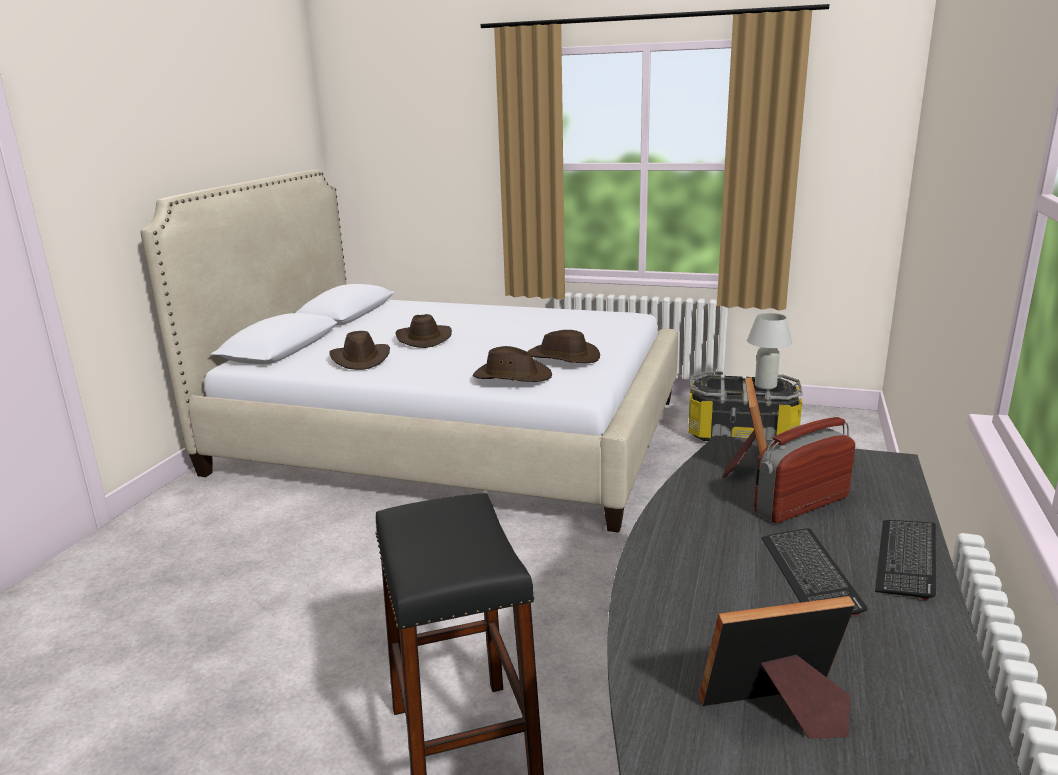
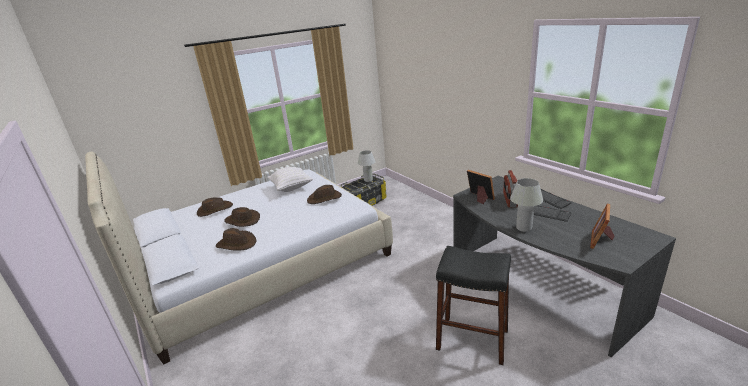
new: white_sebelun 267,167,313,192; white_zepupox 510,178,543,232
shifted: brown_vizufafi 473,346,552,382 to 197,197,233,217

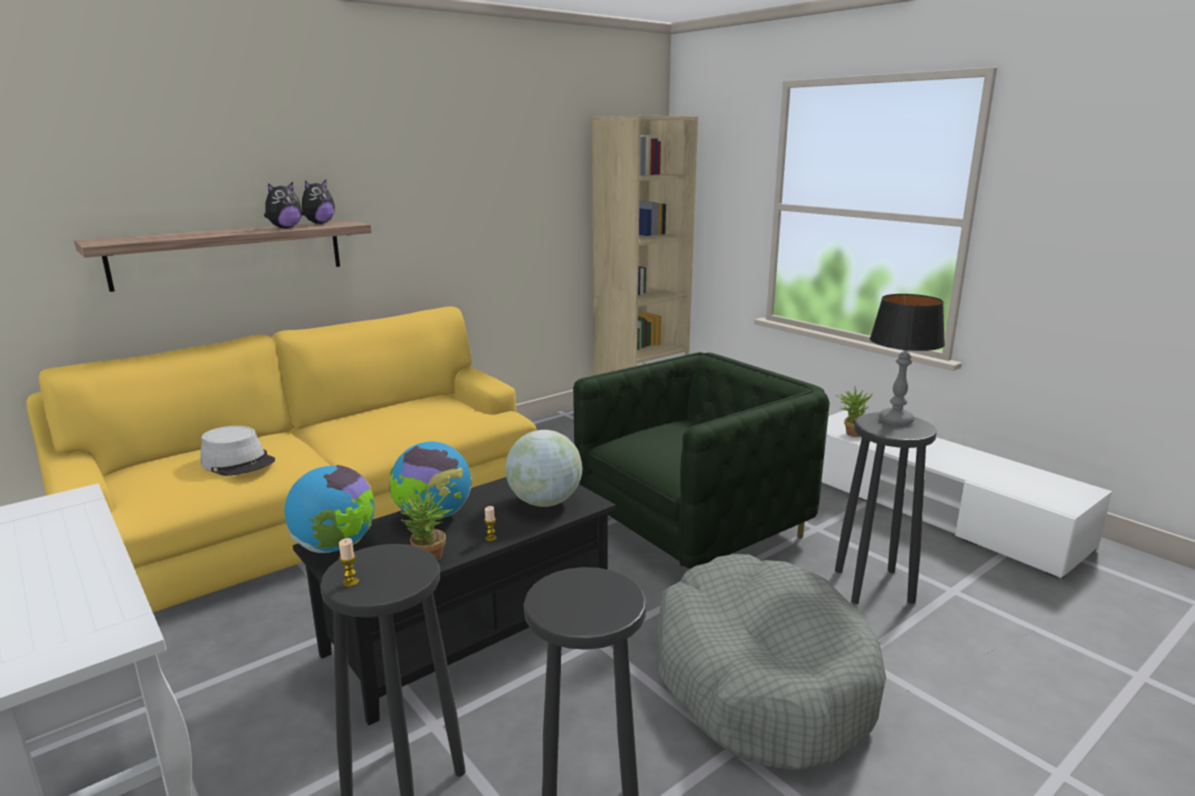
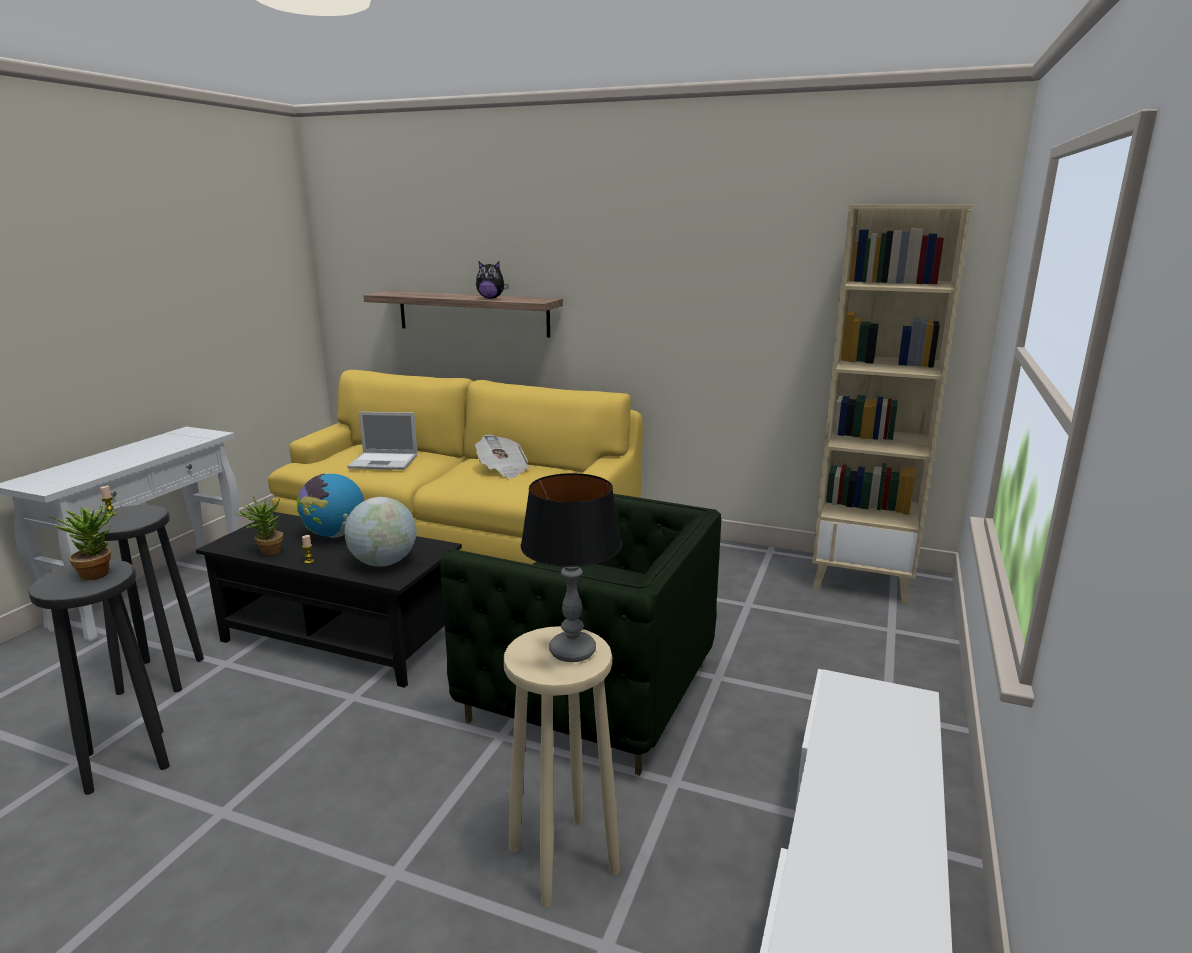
gone: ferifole 284,465,375,553; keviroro 302,180,335,224; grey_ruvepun 657,554,886,771
new: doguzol 475,434,530,479
shifted: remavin 836,387,872,437 to 48,504,115,580
swapped: grey_vizufafi 200,426,275,476 to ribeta 347,412,418,470
repainted: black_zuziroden 835,412,937,604 to beige_zuziroden 504,626,620,907

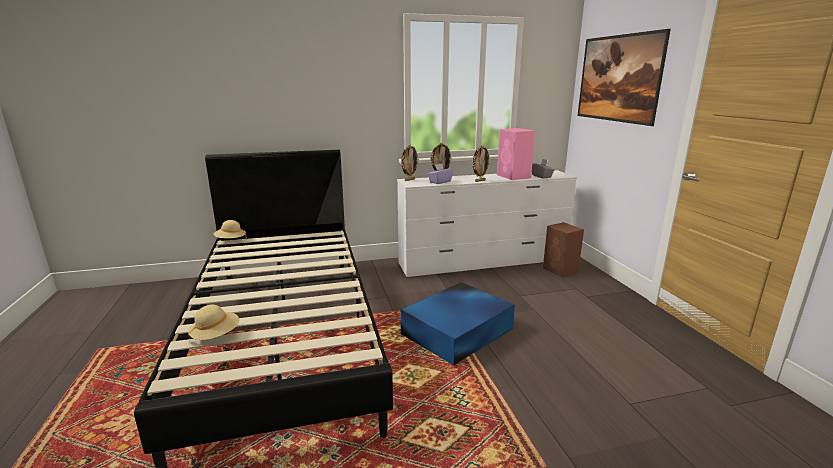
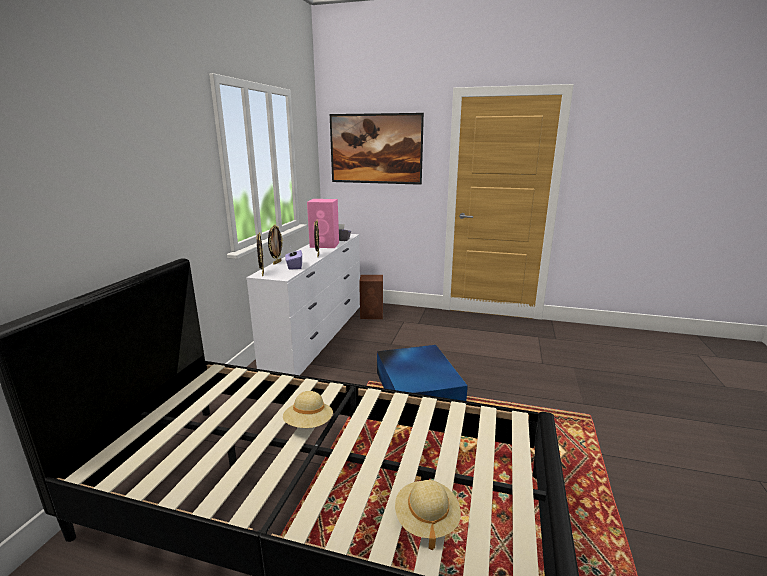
shifted: beige_vizufafi 214,220,247,240 to 283,391,333,428

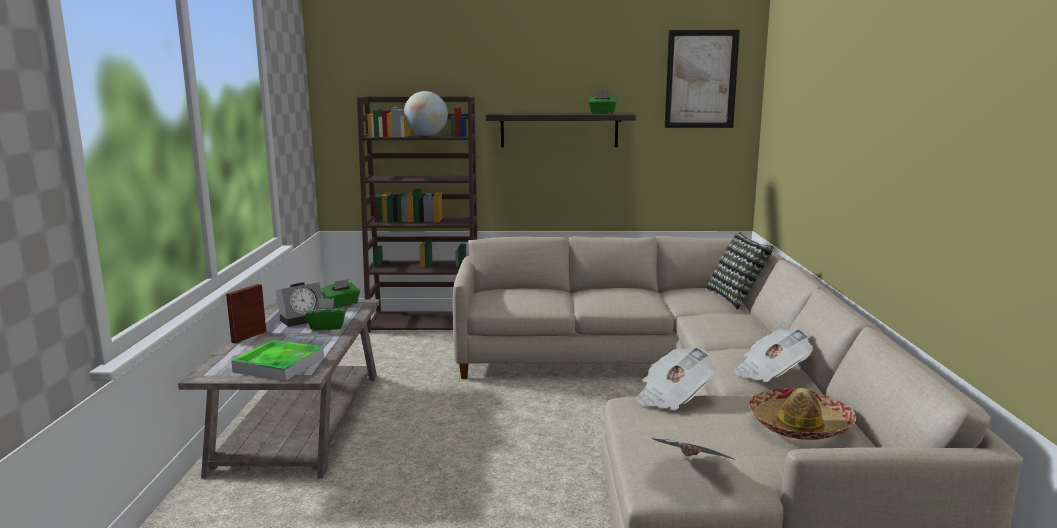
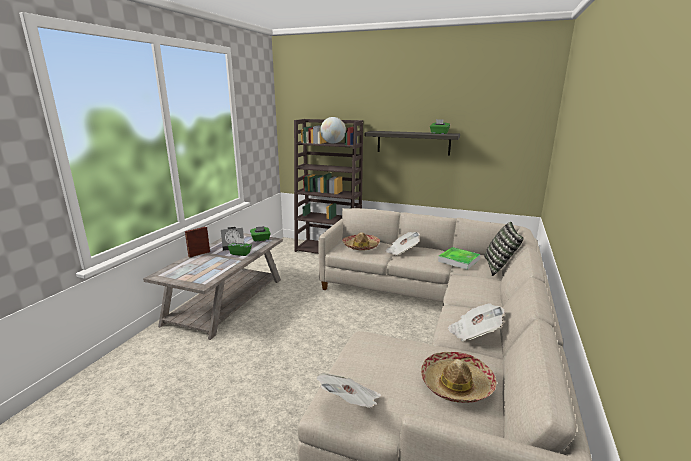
gone: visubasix 665,30,740,128
new: vizufafi 342,232,380,251
shifted: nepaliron 231,340,324,381 to 438,247,481,270; doguzol 636,347,717,410 to 385,232,420,255

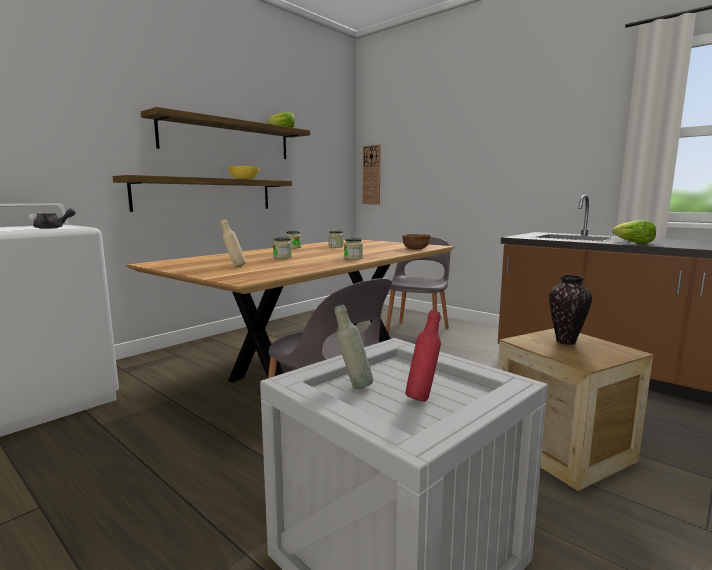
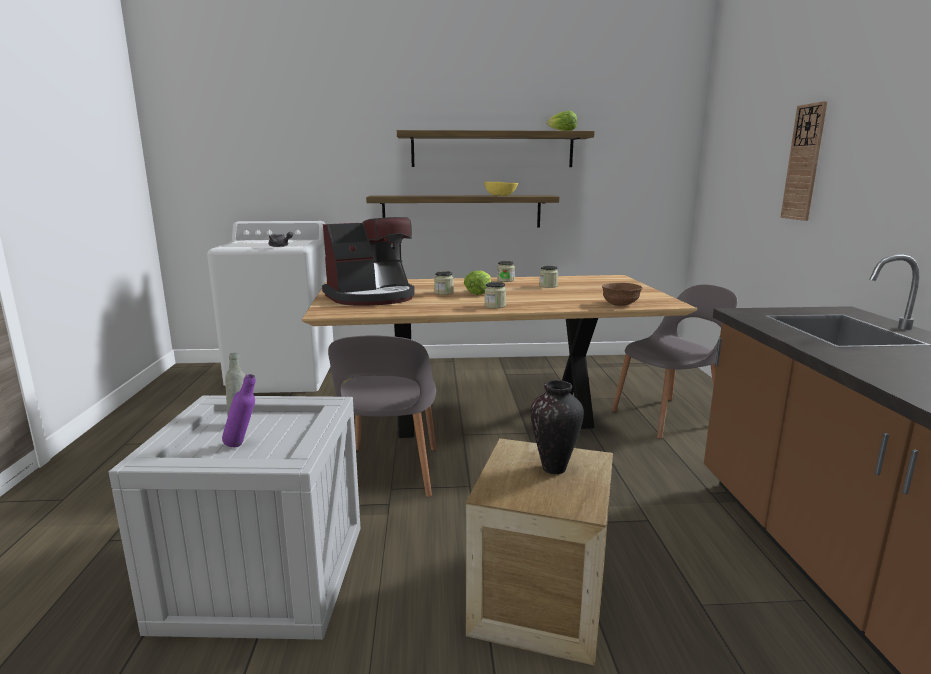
shifted: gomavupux 363,144,381,204 to 780,101,828,221; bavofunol 612,220,656,244 to 464,271,491,295
swapped: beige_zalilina 221,219,246,267 to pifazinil 322,217,415,306
repainted: red_zalilina 405,310,441,402 to purple_zalilina 222,374,256,447

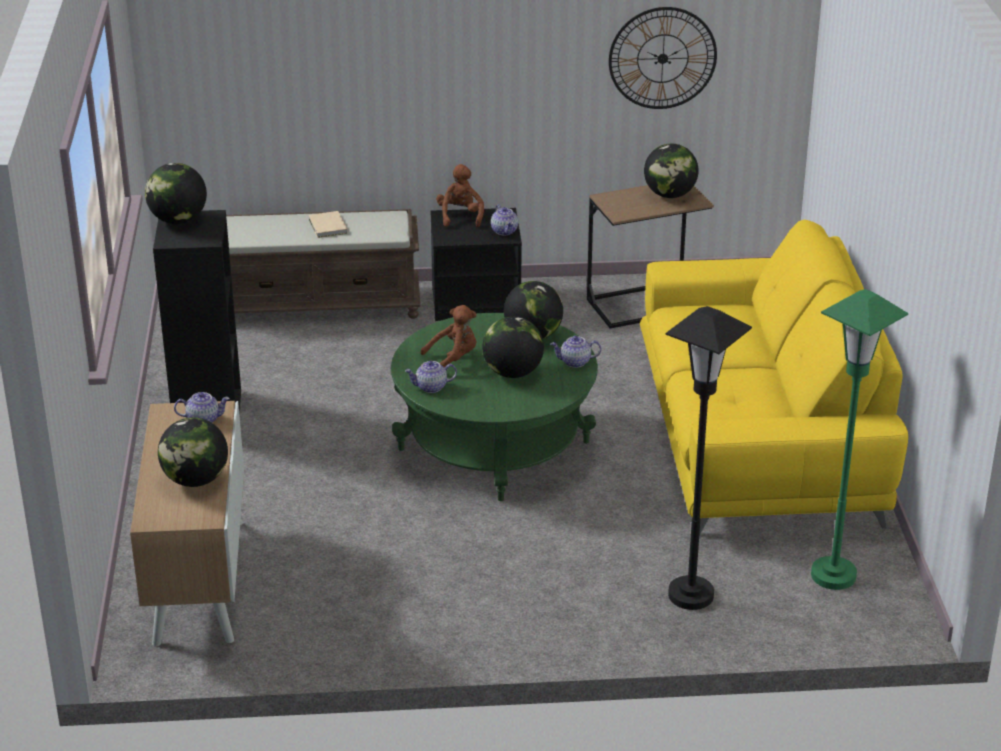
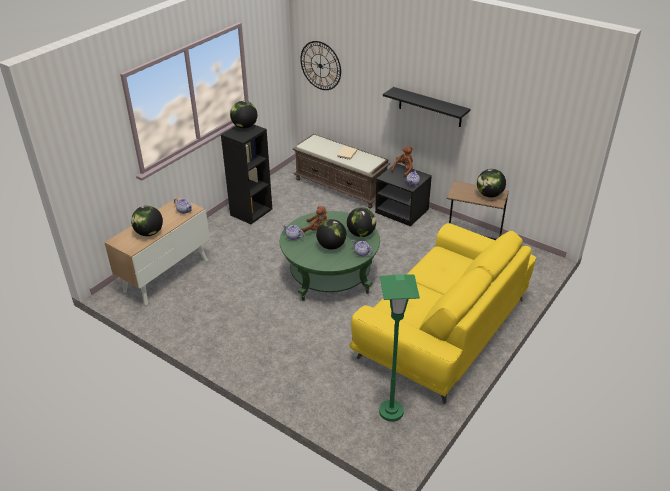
gone: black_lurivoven 666,306,752,610
new: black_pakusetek 383,87,471,127
shifted: gomavupux 609,7,717,109 to 300,41,341,90

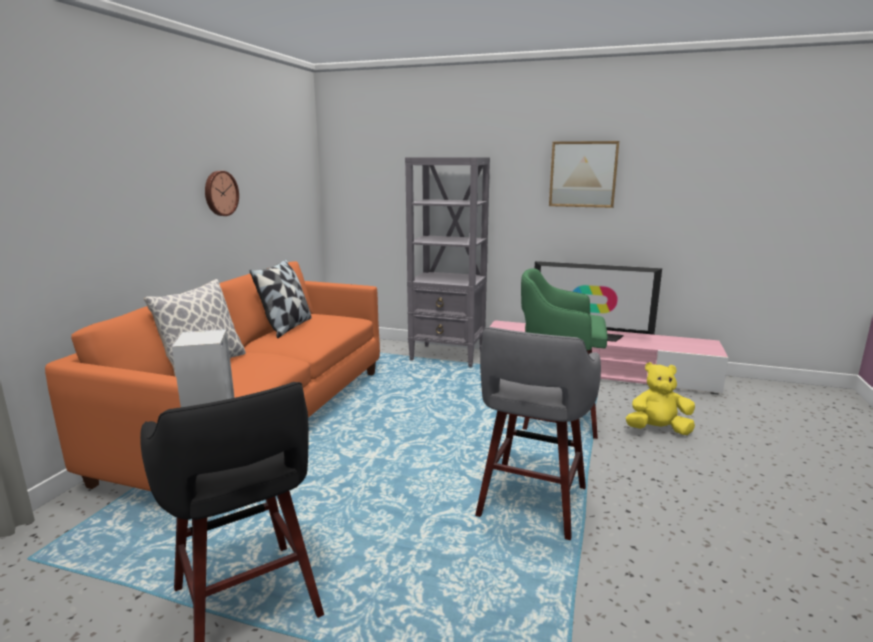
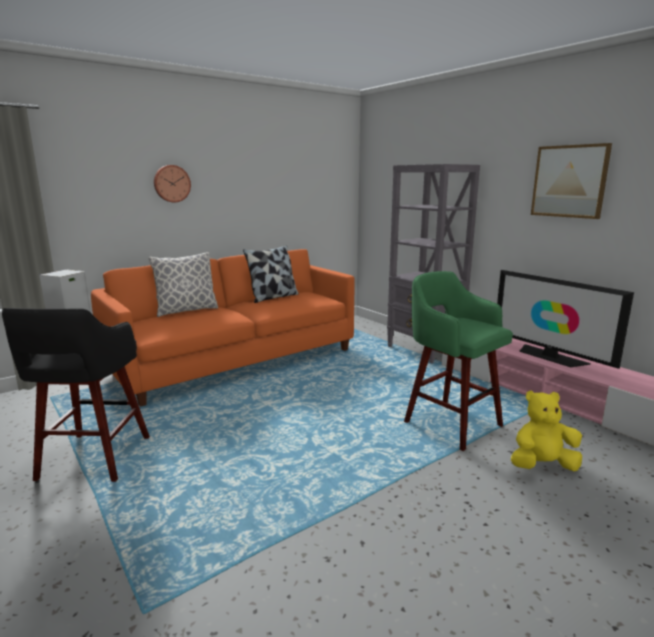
gone: grey_zuziroden 475,327,601,540
shifted: gomavupux 205,171,239,216 to 154,165,191,202
rotated: yellow_keviroro 626,362,695,435 = 511,390,582,471 45 degrees counterclockwise

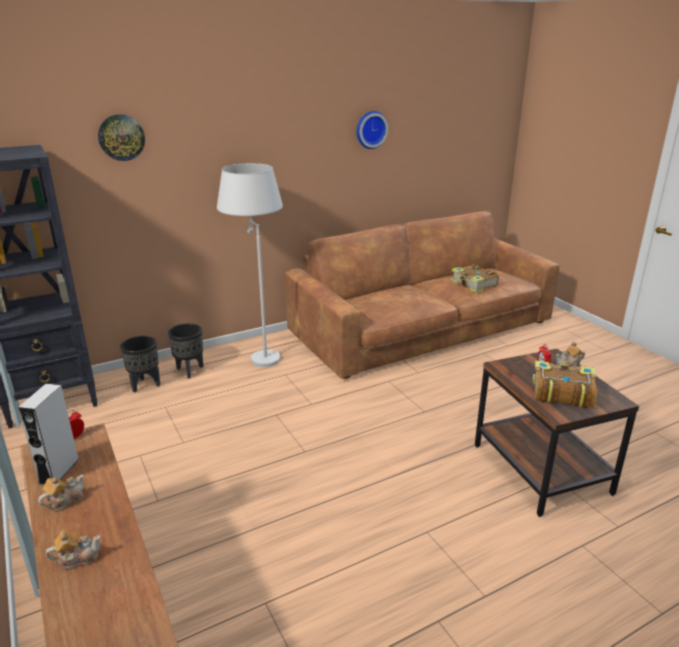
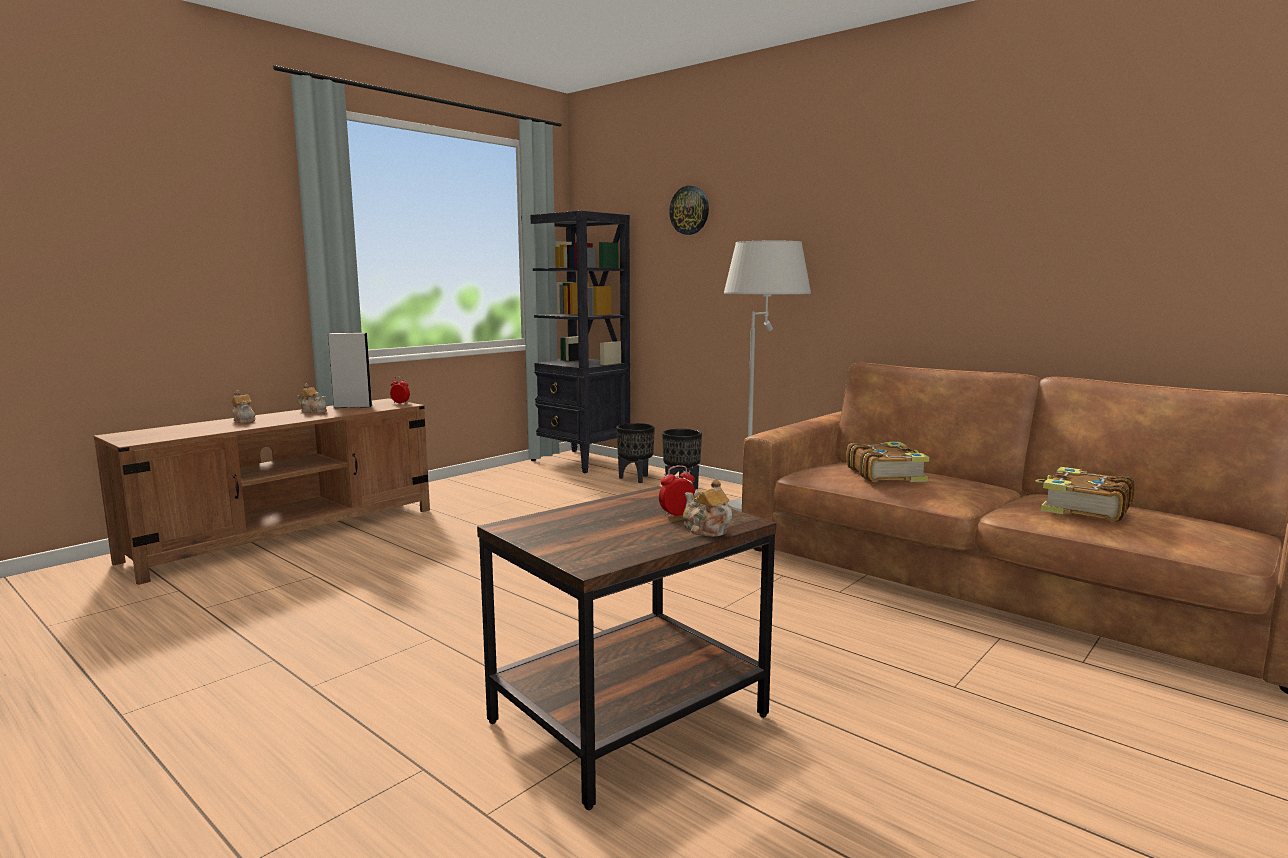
gone: gomavupux 357,111,388,149
shifted: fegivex 533,360,597,408 to 846,442,929,482

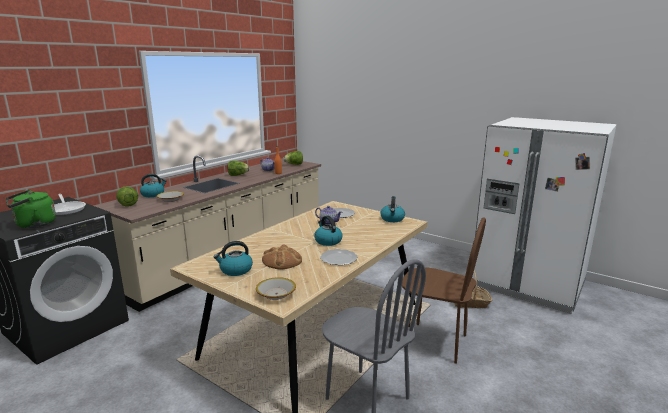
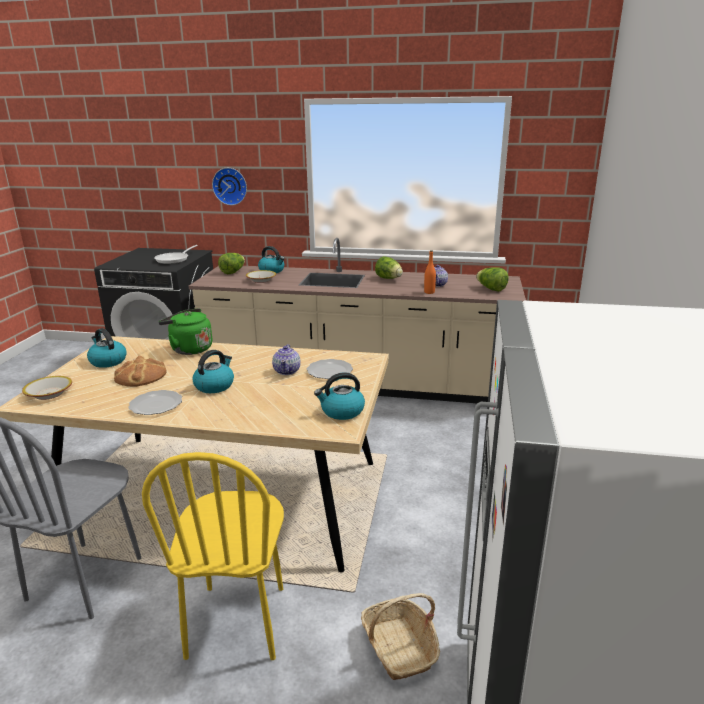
new: gomavupux 212,168,247,205
shifted: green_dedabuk 6,190,56,228 to 158,308,212,355
repainted: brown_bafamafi 402,218,486,364 to yellow_bafamafi 142,452,284,660

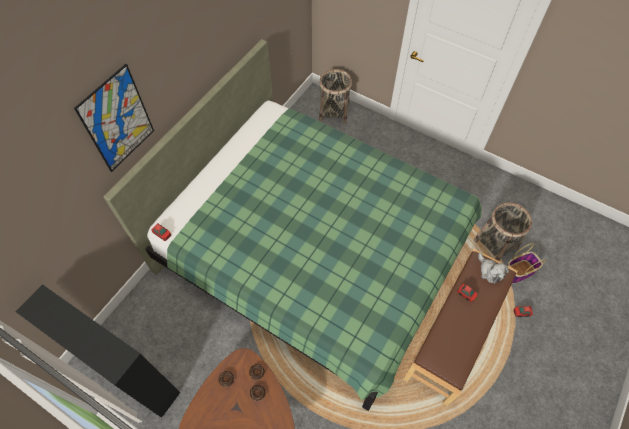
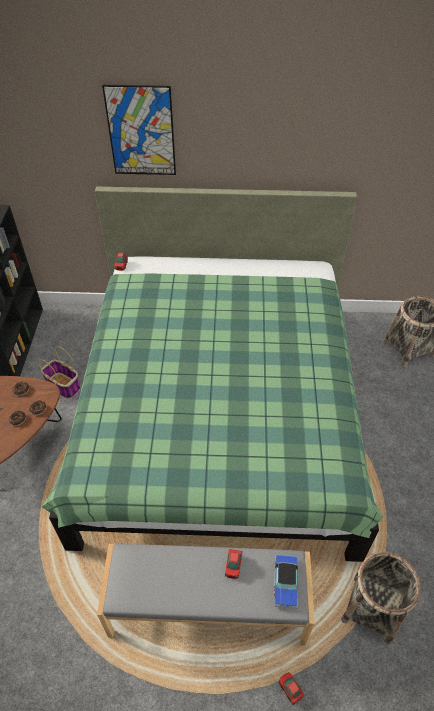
shifted: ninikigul 507,243,546,284 to 38,346,81,399
swapped: keviroro 478,253,509,284 to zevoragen 274,555,298,609
repainted: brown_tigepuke 403,248,518,406 to grey_tigepuke 97,544,315,646

